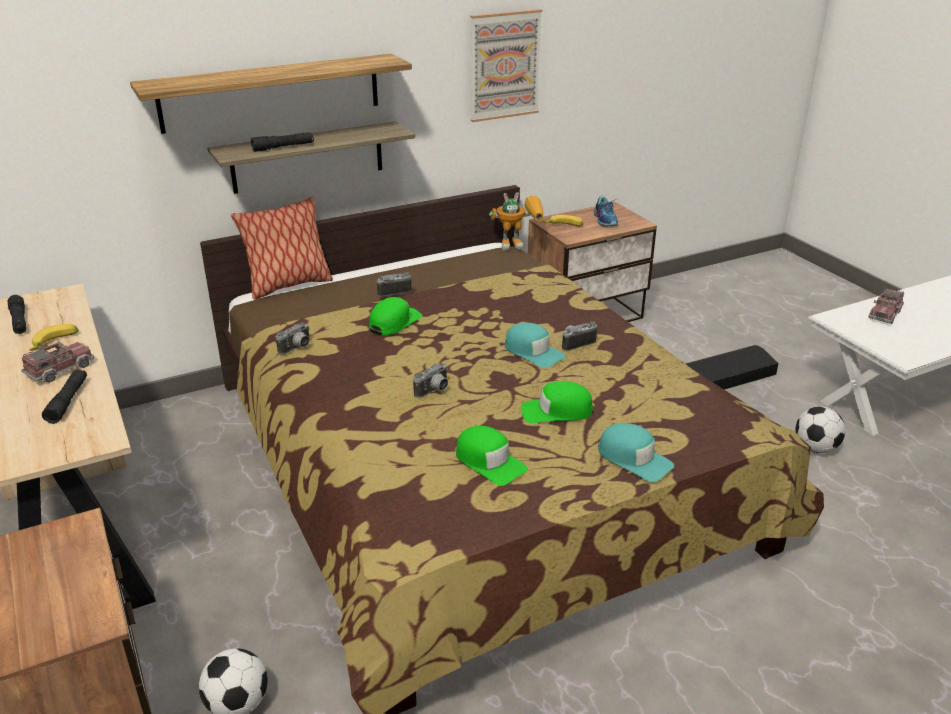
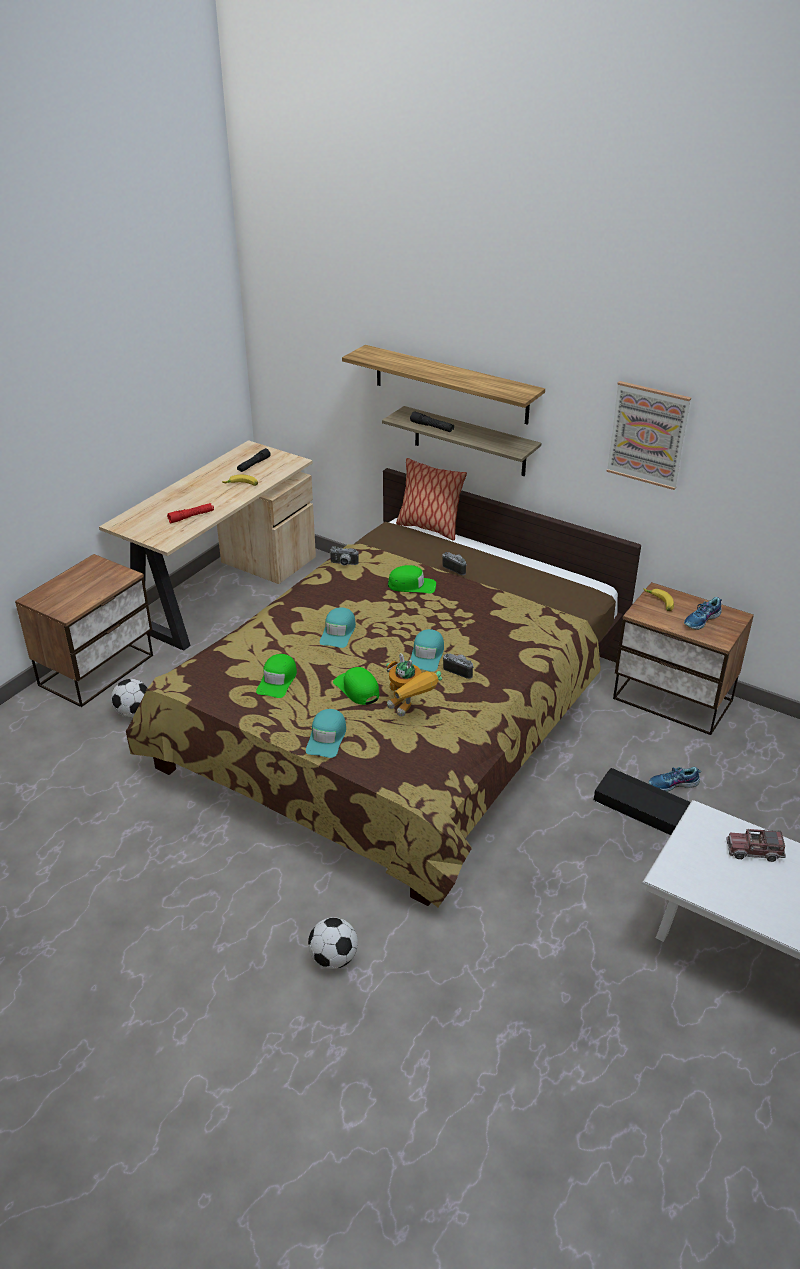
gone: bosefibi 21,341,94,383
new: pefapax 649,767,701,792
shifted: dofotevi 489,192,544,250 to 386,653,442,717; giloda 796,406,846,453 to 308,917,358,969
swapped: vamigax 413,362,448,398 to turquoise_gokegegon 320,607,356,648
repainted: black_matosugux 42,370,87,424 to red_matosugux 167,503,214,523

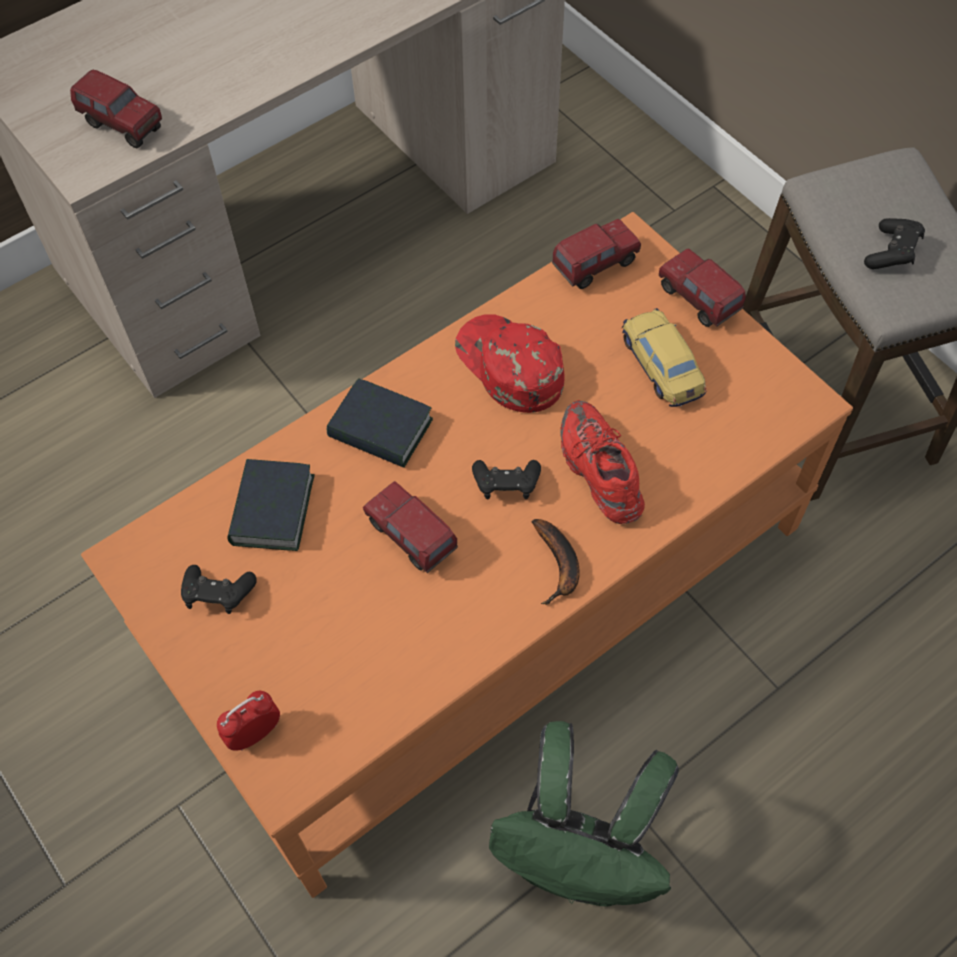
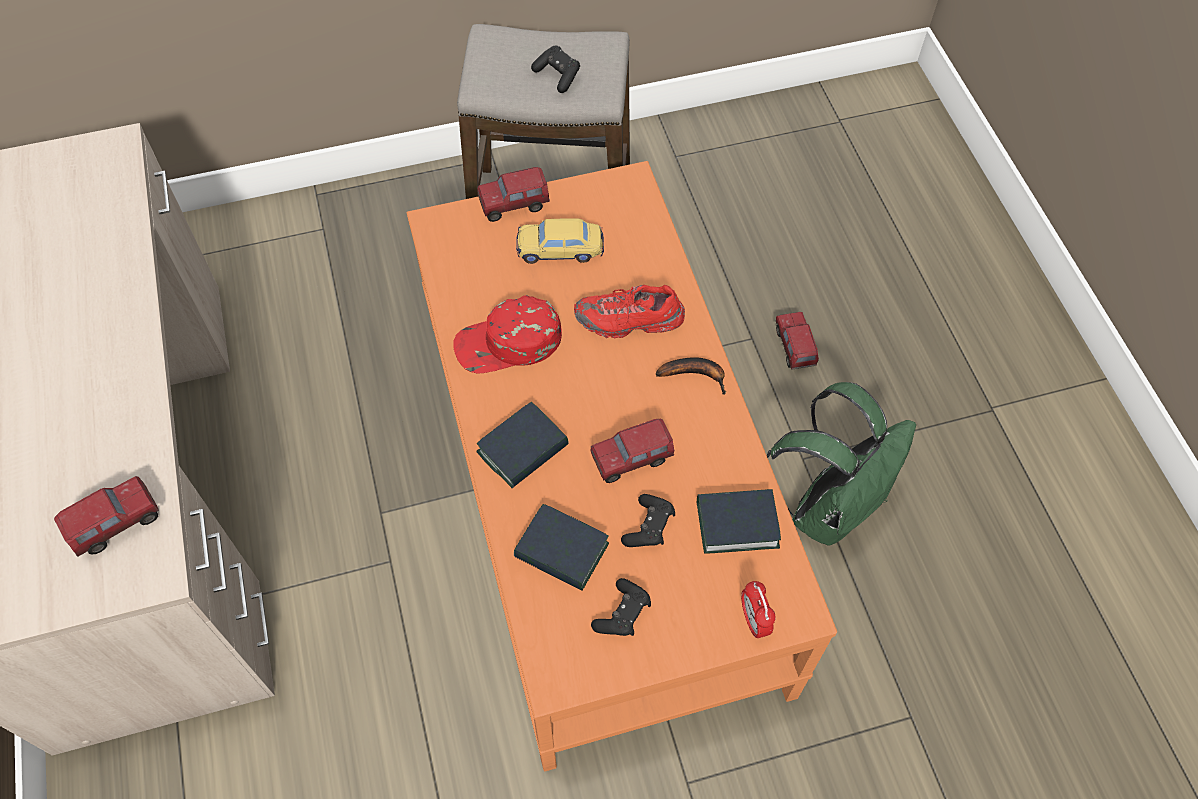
new: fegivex 697,489,781,554
shifted: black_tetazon 472,460,541,499 to 621,494,675,547; bosefibi 552,219,641,289 to 776,312,819,370

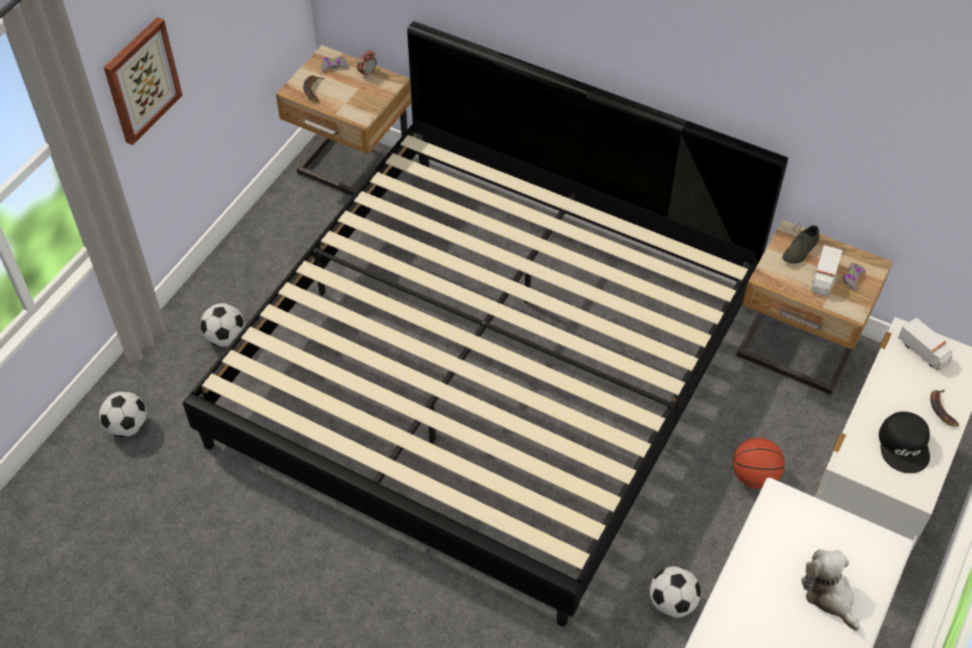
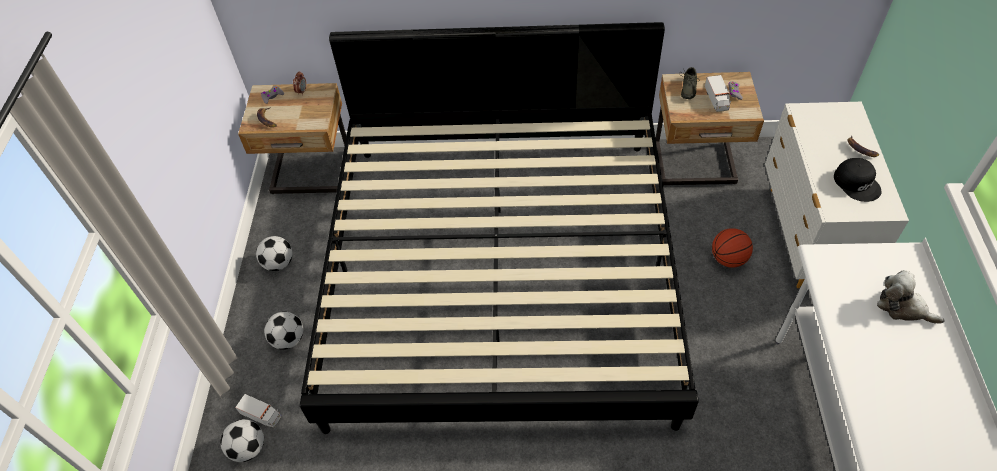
gone: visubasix 104,17,182,145
shifted: giloda 650,566,701,618 to 256,236,292,271; bosefibi 898,317,952,371 to 235,394,282,428

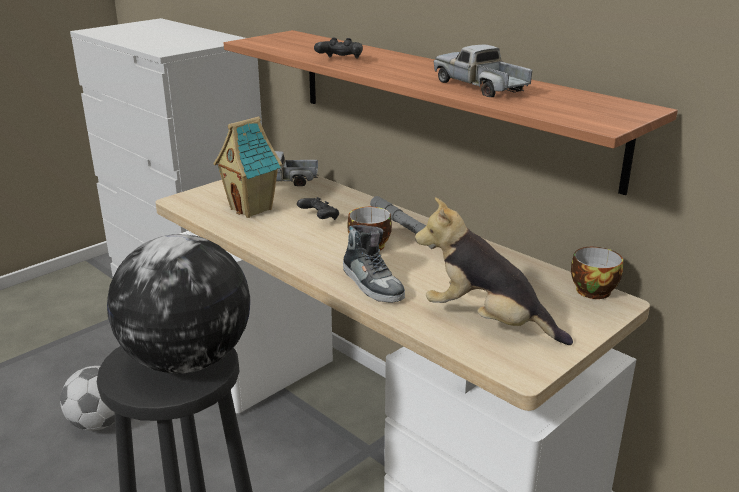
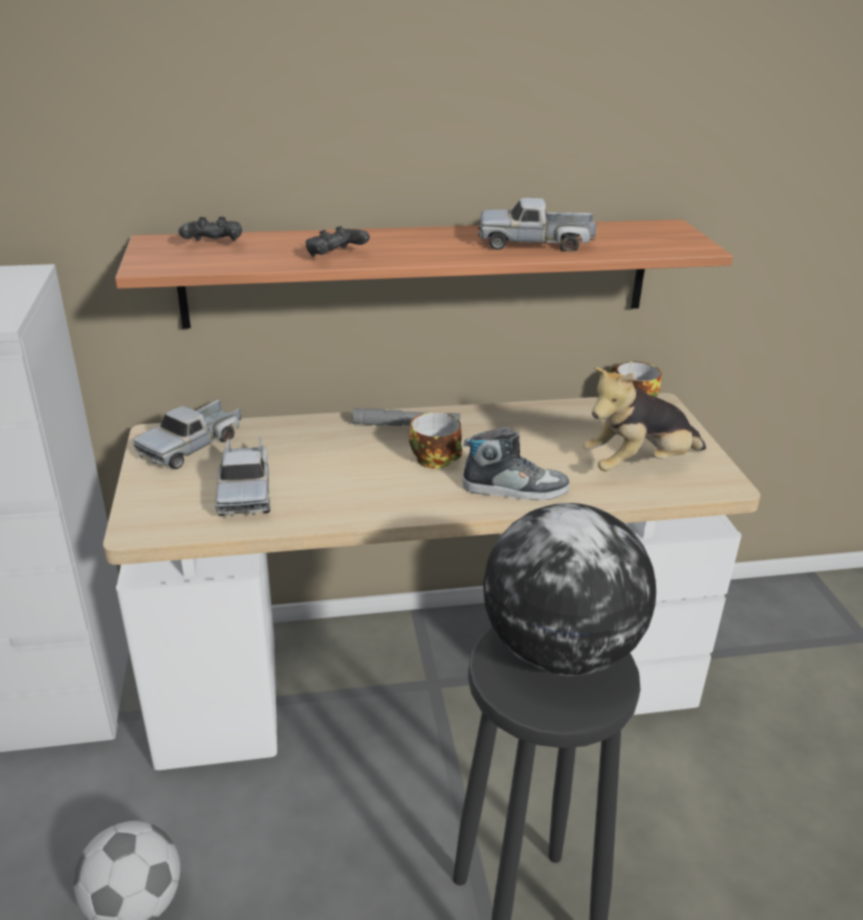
shifted: black_tetazon 297,197,339,220 to 179,217,242,241
swapped: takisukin 213,116,282,218 to bosefibi 215,437,270,516

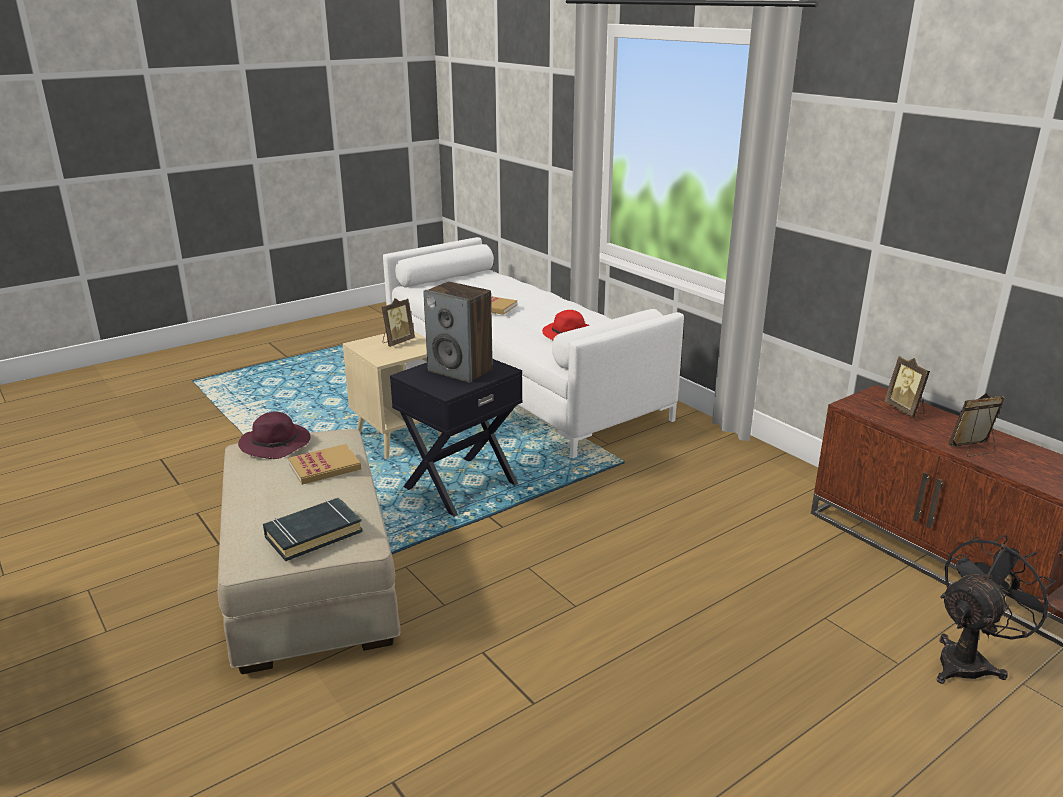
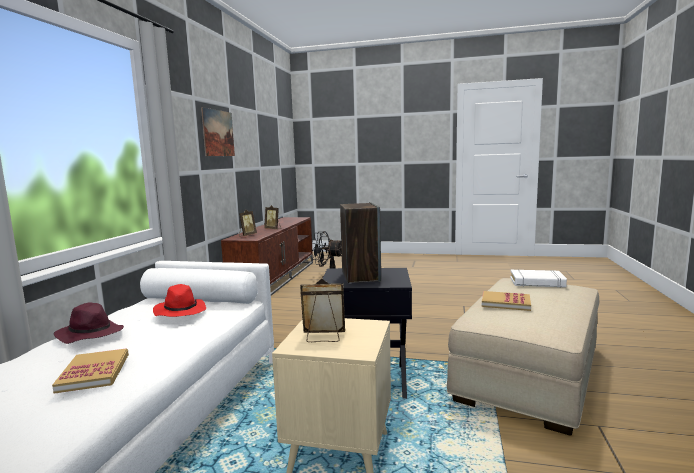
new: visubasix 201,107,235,156
shifted: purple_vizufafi 238,412,311,459 to 54,303,124,344
repainted: black_fegivex 263,498,363,561 to white_fegivex 510,270,567,288

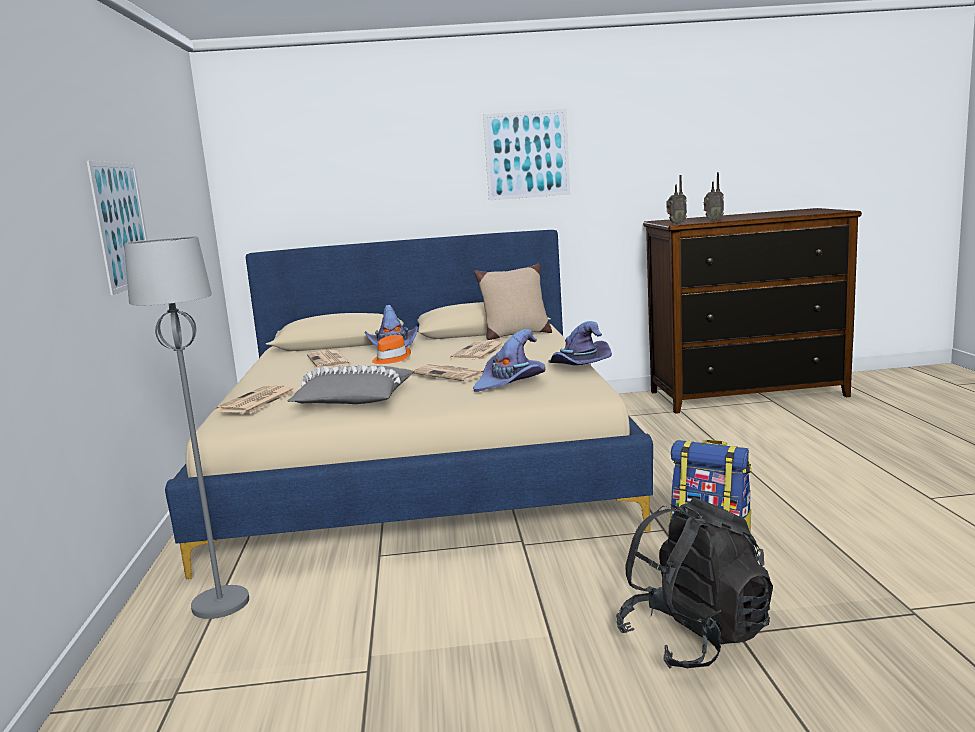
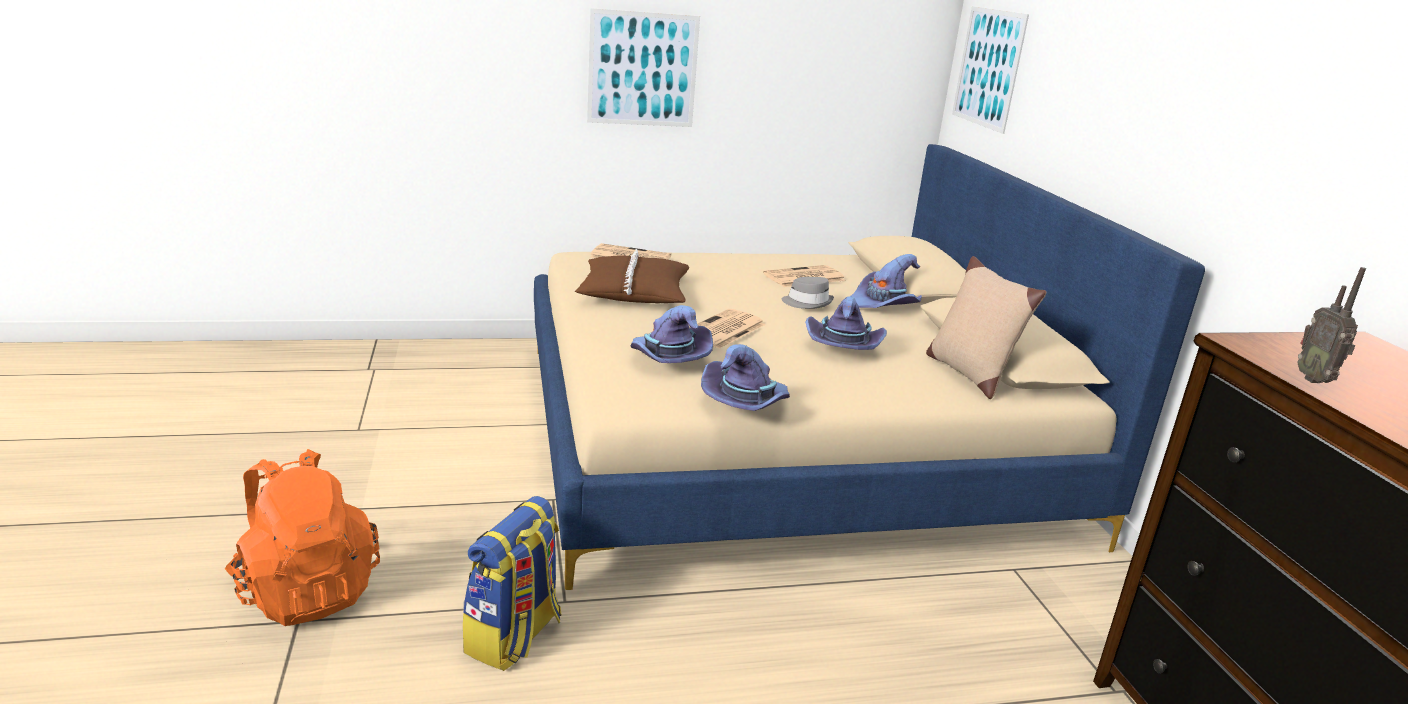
gone: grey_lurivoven 124,236,249,619; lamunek 667,175,687,224
shifted: visubasix 483,109,570,200 to 952,6,1029,134
swapped: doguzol 450,341,503,360 to purple_vizufafi 805,296,887,350
repainted: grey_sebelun 287,365,415,404 to brown_sebelun 575,249,689,303; orange_vizufafi 372,335,411,364 to grey_vizufafi 782,277,834,309; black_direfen 616,497,773,669 to orange_direfen 225,449,380,626

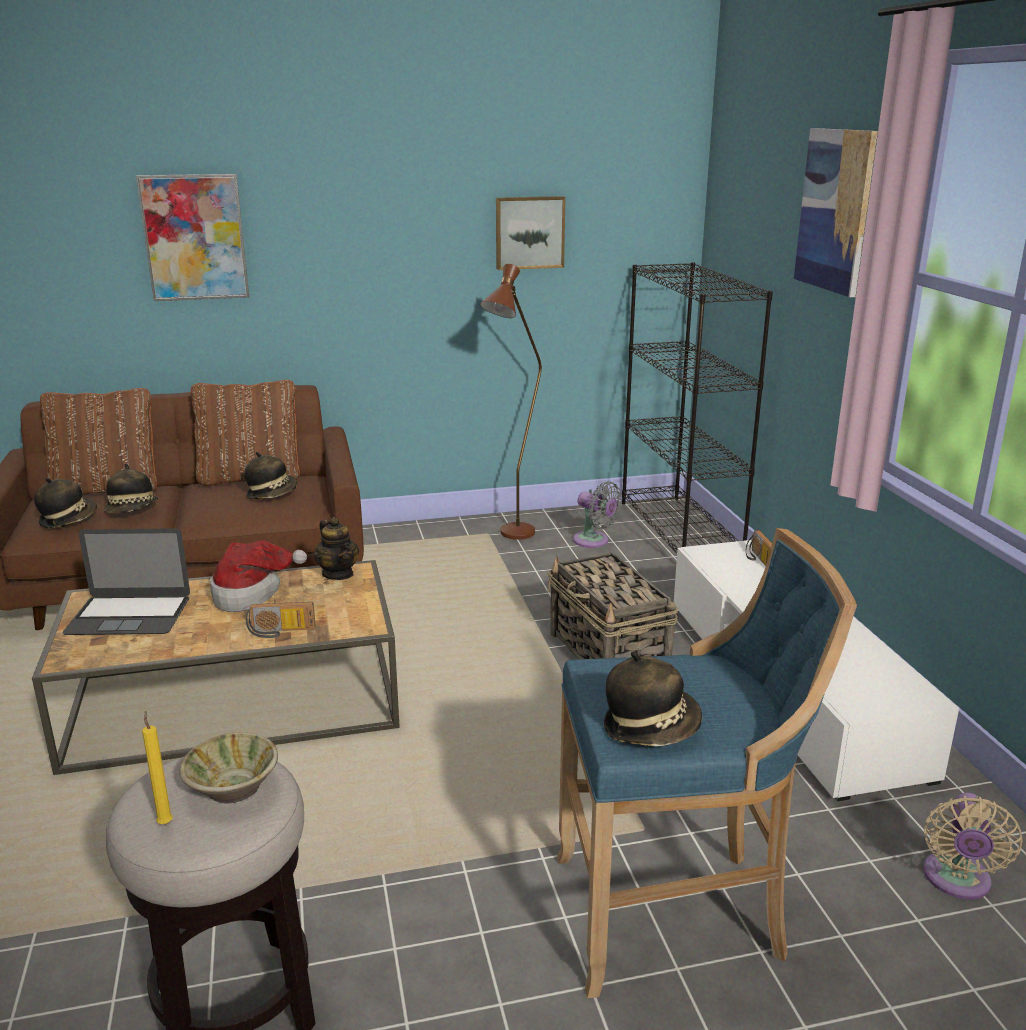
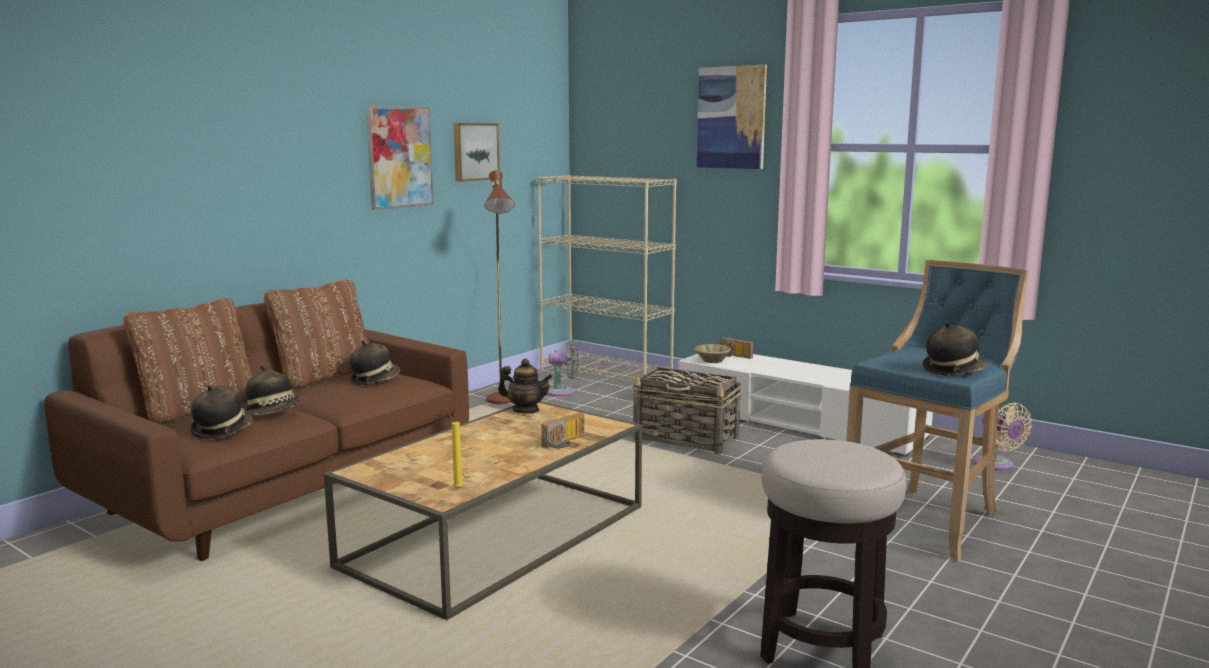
gone: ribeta 63,528,190,635; vizufafi 210,540,307,612
shifted: visubasix 136,174,249,301 to 366,105,434,210; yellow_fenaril 142,711,173,824 to 448,414,463,489; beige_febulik 179,732,278,804 to 695,344,731,363
repainted: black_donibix 622,263,773,554 to beige_donibix 537,175,677,382

